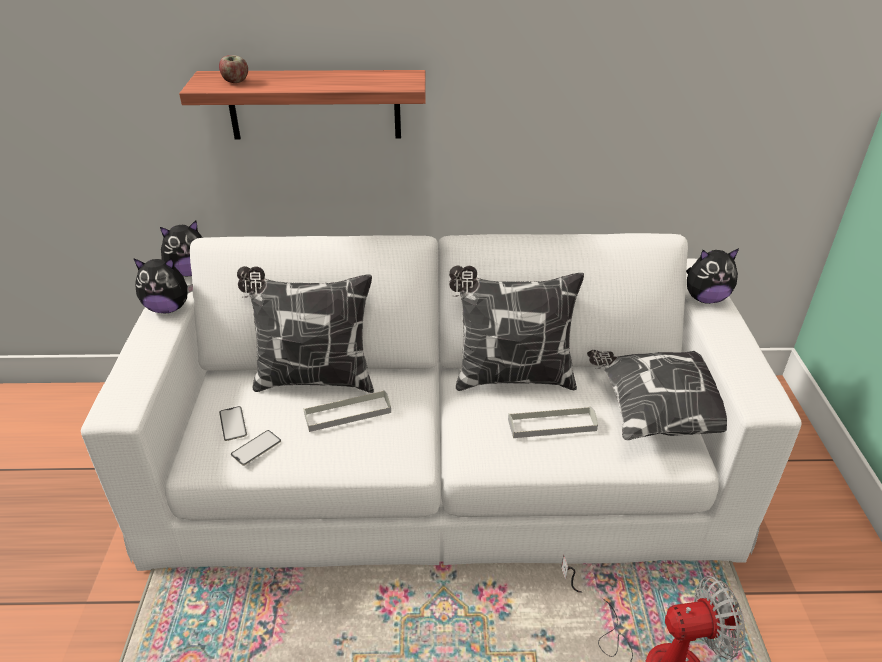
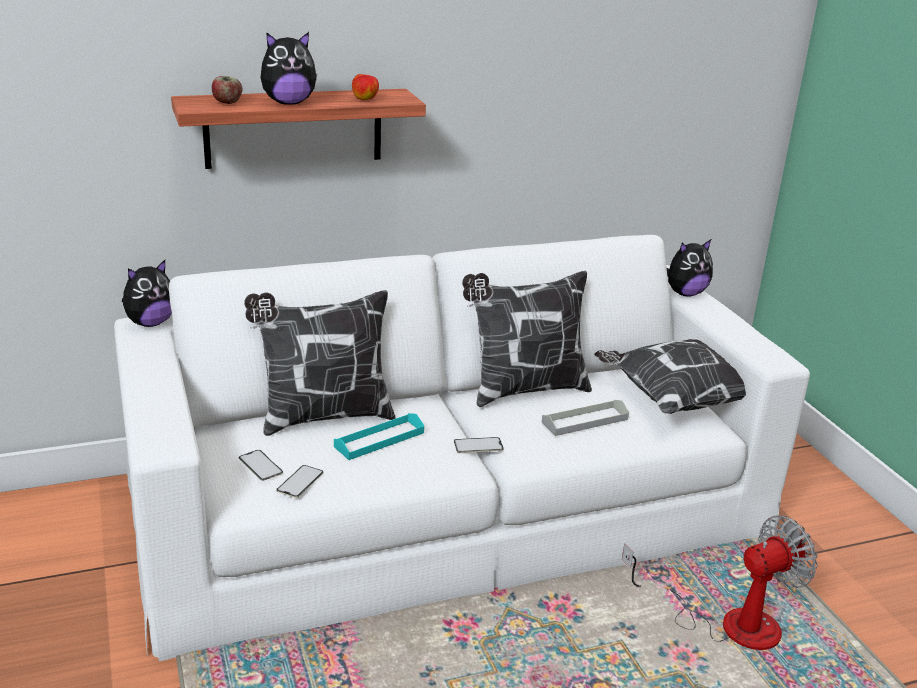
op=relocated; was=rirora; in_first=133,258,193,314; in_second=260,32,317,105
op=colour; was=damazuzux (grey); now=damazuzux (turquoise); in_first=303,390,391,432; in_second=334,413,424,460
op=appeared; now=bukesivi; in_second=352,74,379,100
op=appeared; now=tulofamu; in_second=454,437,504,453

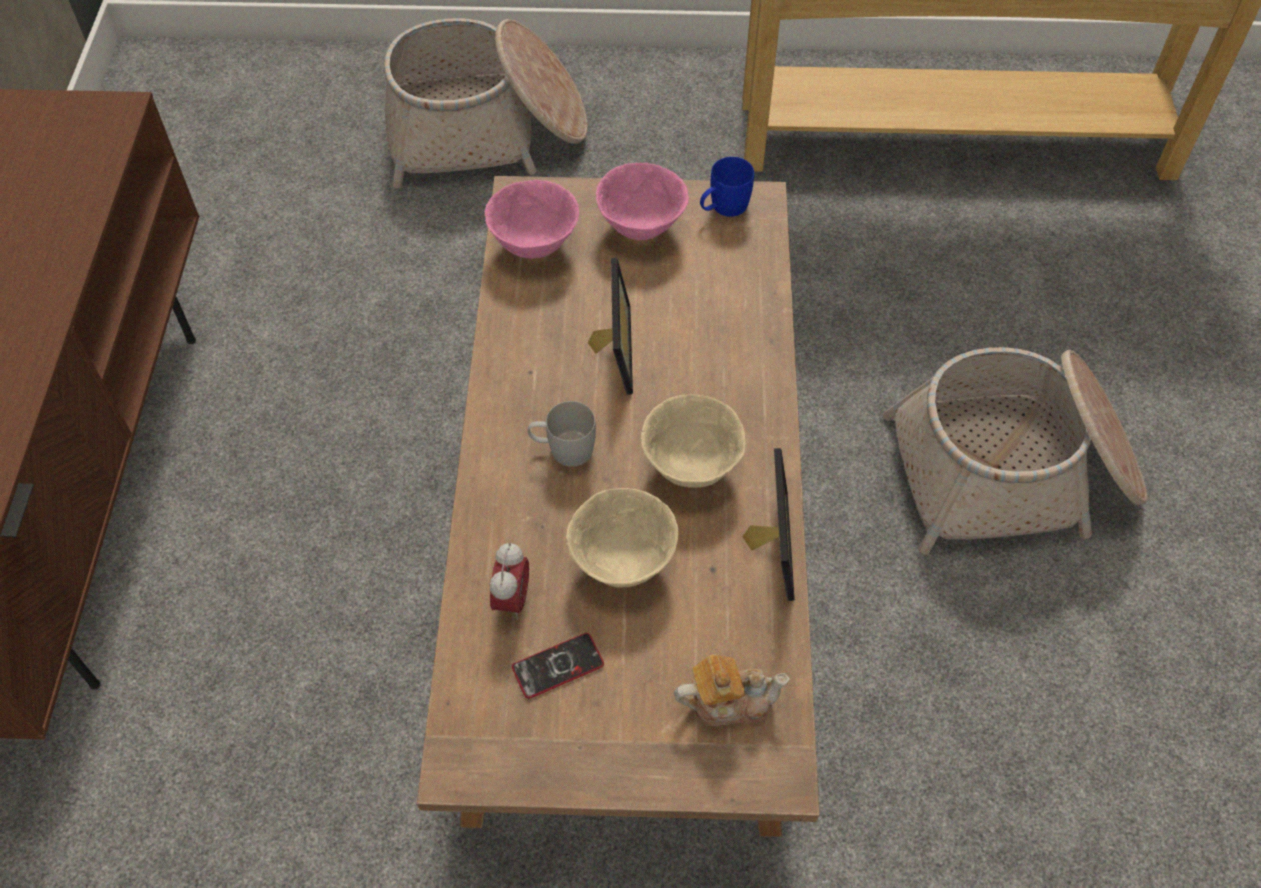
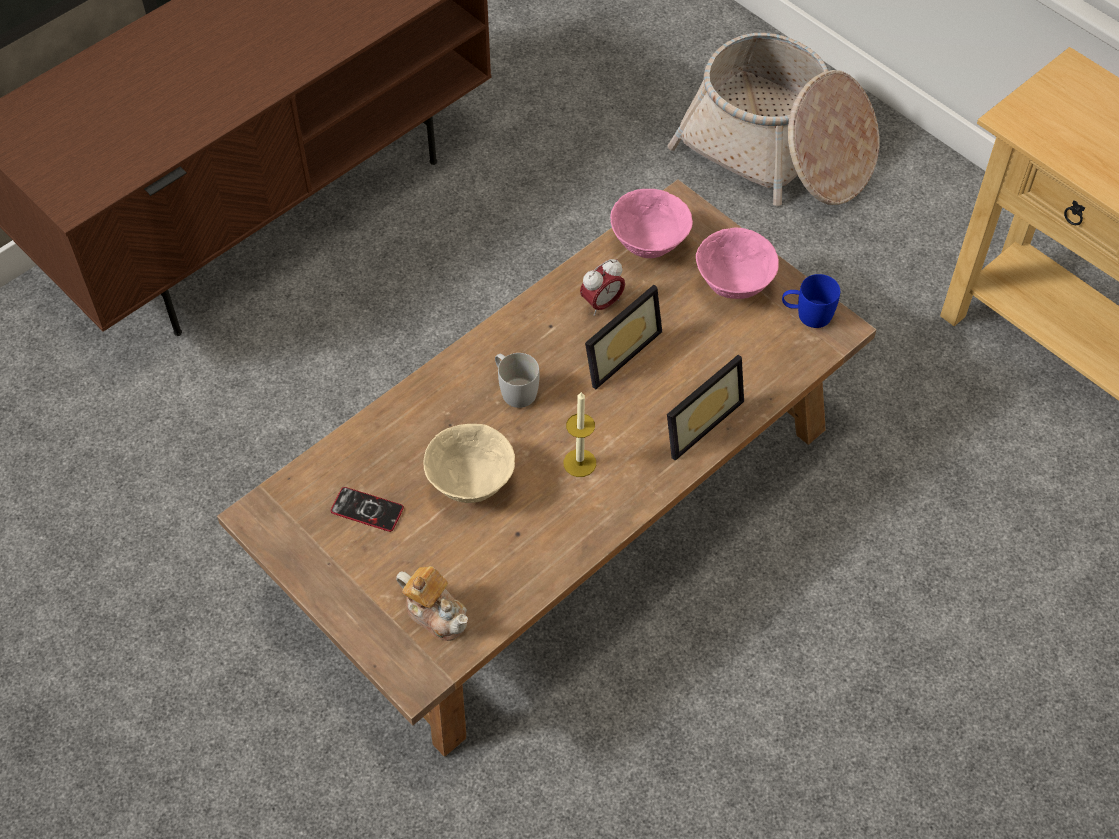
op=missing; was=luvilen; in_first=883,347,1147,555
op=exchanged; was=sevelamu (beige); now=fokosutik; in_first=641,394,746,488; in_second=564,391,596,477
op=relocated; was=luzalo; in_first=742,448,795,601; in_second=667,355,744,460
op=relocated; was=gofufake; in_first=489,543,529,620; in_second=580,259,625,316

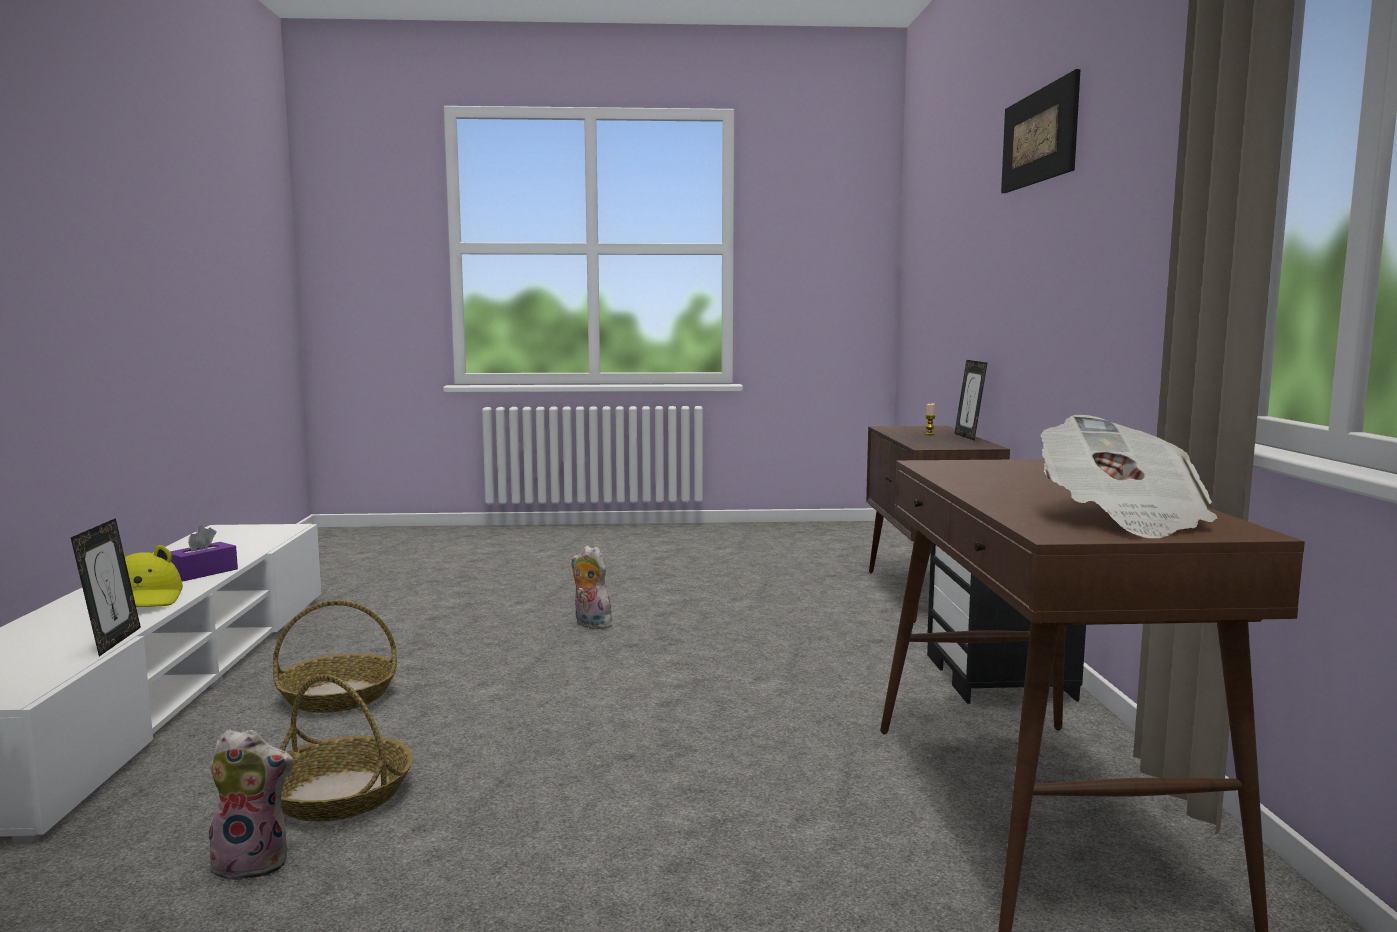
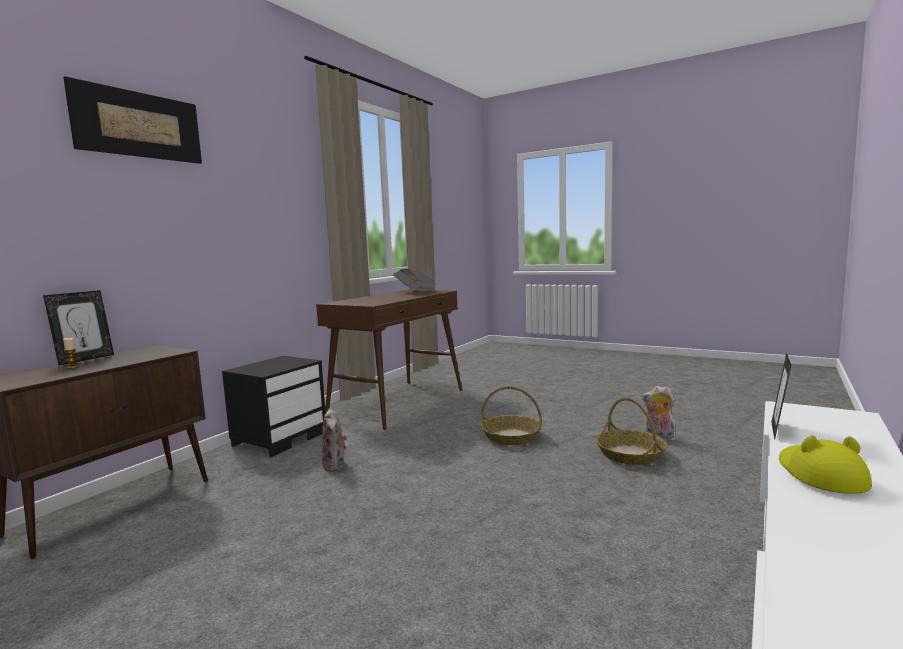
op=missing; was=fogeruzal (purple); in_first=170,526,238,581
op=relocated; was=rirora; in_first=571,546,612,629; in_second=322,408,347,472
op=relocated; was=luvilen; in_first=273,600,397,713; in_second=480,386,542,445

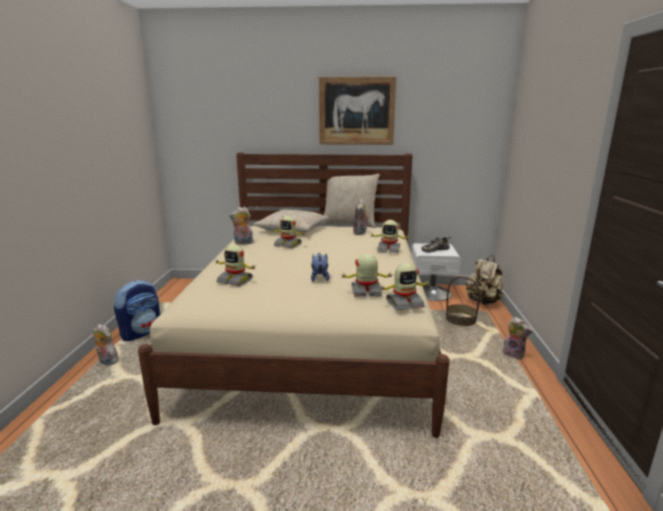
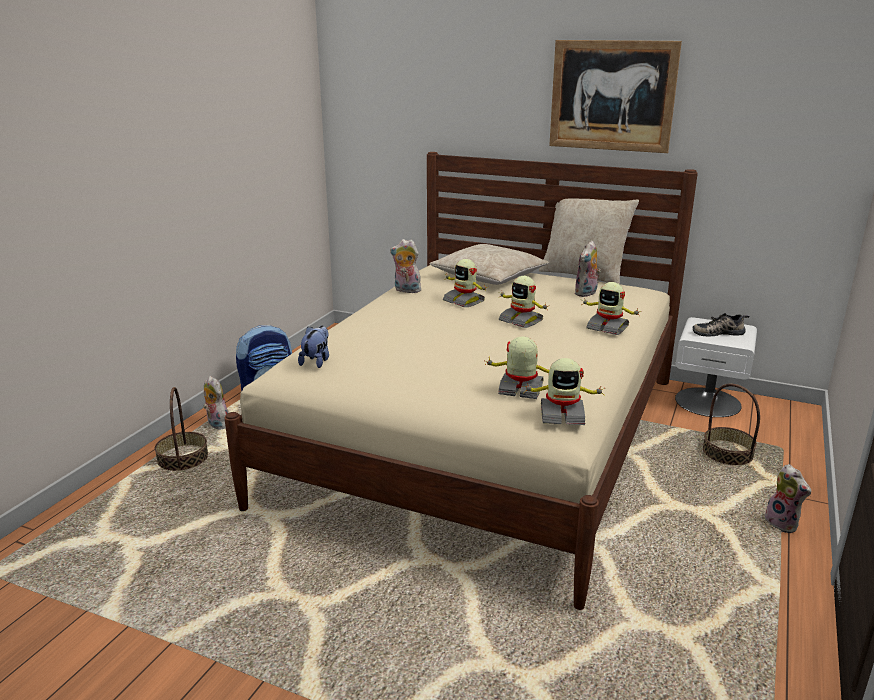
op=relocated; was=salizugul; in_first=215,244,256,286; in_second=499,276,550,328
op=relocated; was=rirora; in_first=311,253,329,282; in_second=298,325,329,368
op=missing; was=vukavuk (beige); in_first=466,257,503,305
op=appeared; now=luvilen; in_second=155,387,208,471

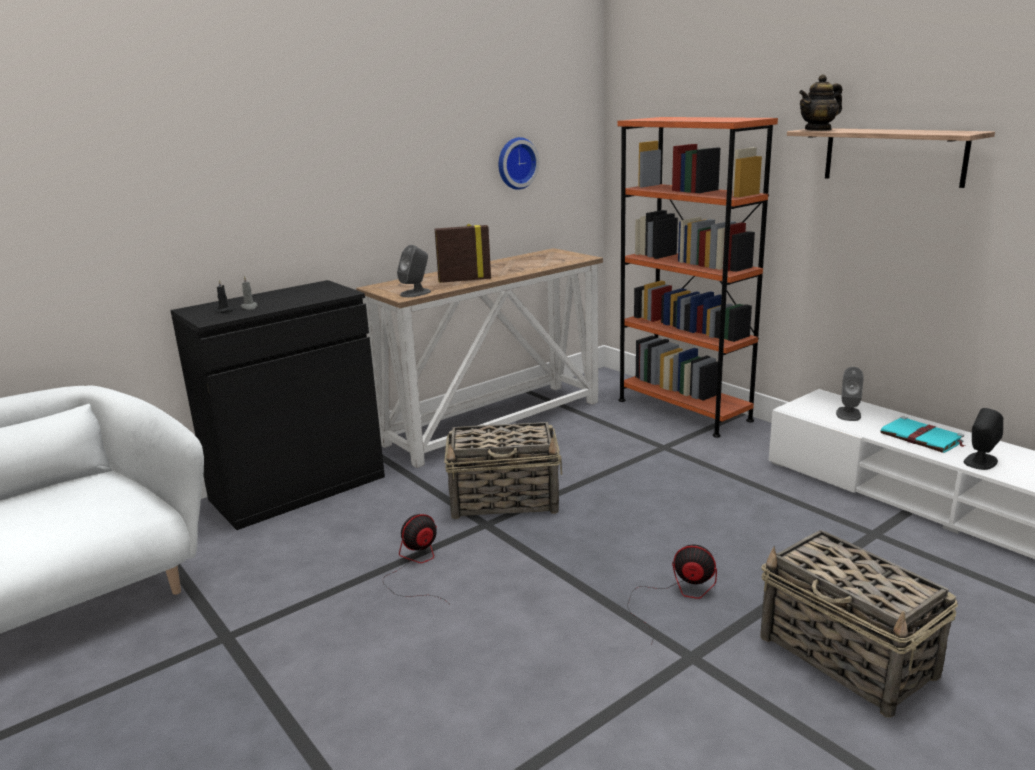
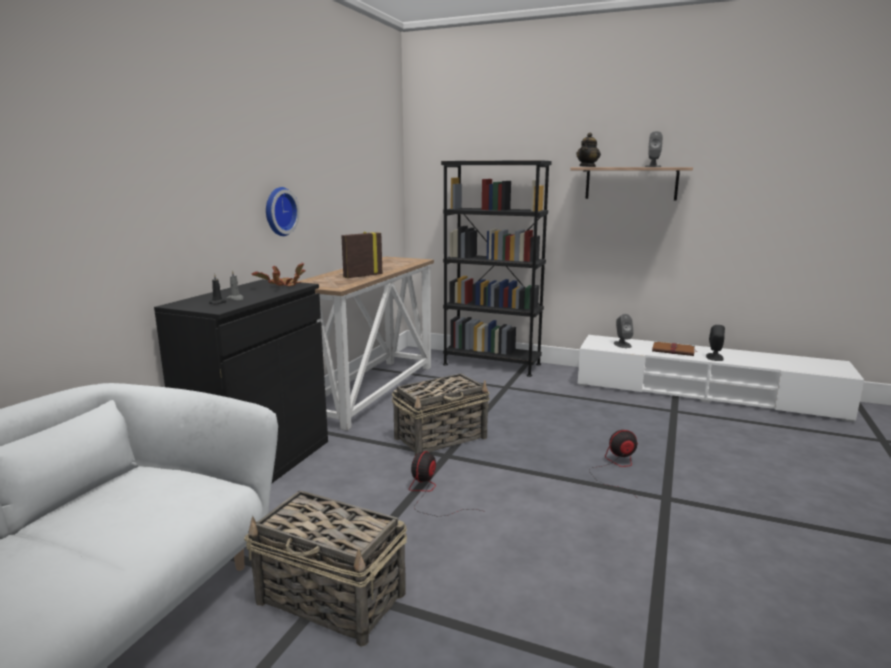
op=colour; was=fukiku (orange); now=fukiku (black); in_first=618,117,778,438; in_second=441,160,552,377
op=relocated; was=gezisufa; in_first=499,137,540,190; in_second=266,187,300,236
op=relocated; was=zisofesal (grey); in_first=397,245,431,297; in_second=645,131,663,167
op=colour; was=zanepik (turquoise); now=zanepik (brown); in_first=881,416,965,453; in_second=652,341,698,356
op=relocated; was=luvilen; in_first=760,530,958,718; in_second=244,490,407,647
op=appeared; now=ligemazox; in_second=252,263,306,286

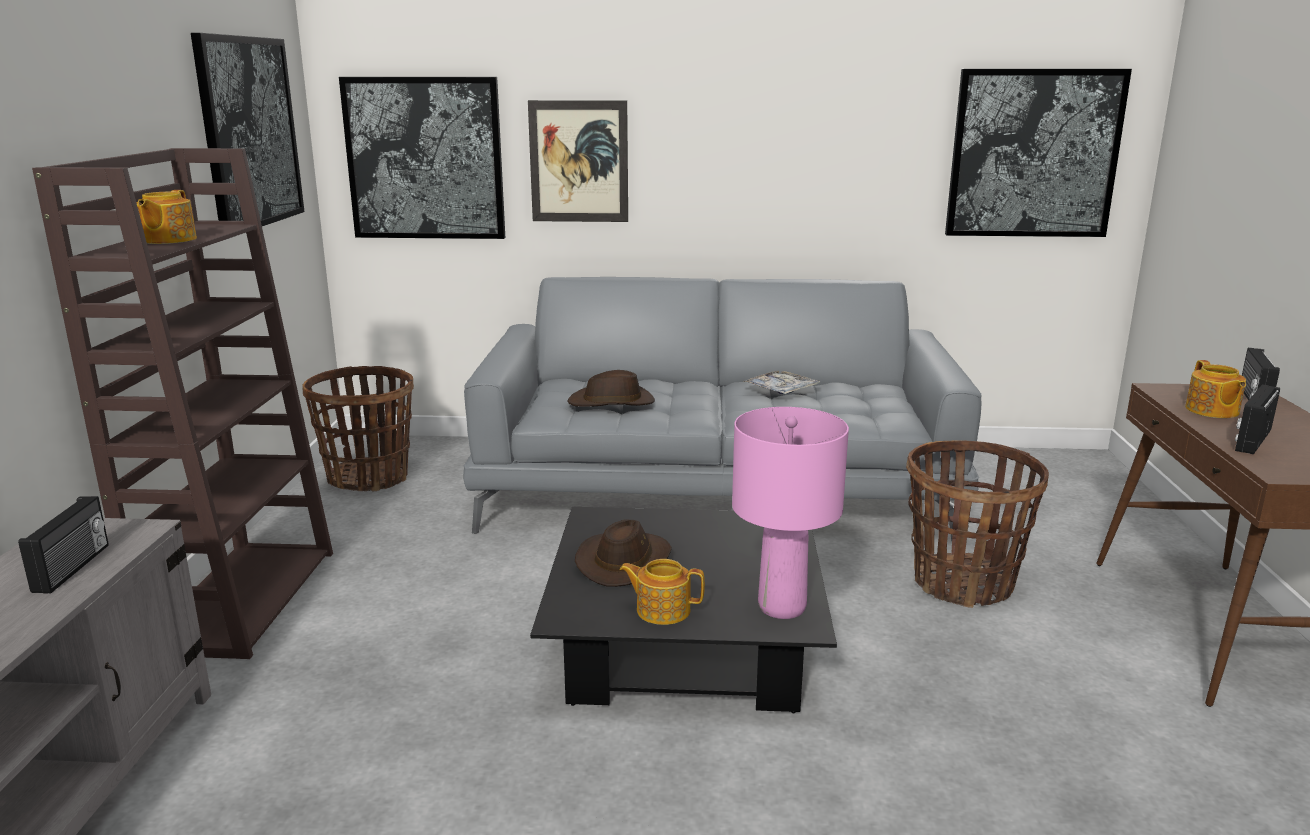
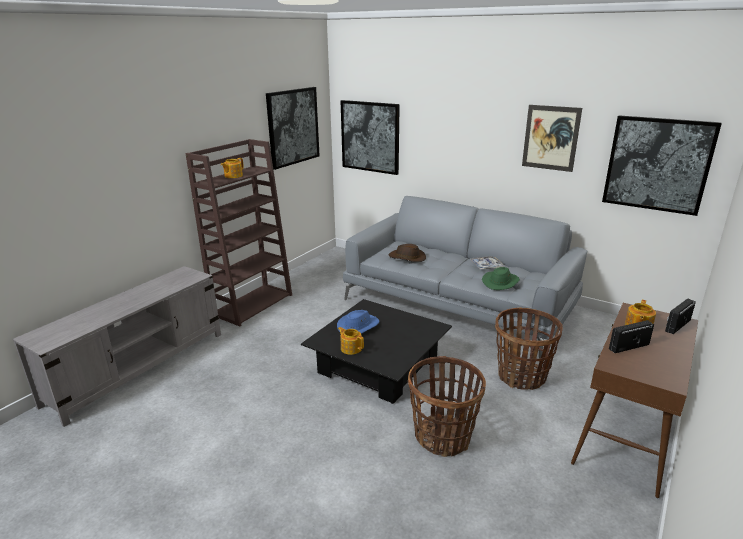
op=relocated; was=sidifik; in_first=528,100,628,222; in_second=522,105,582,172
op=relocated; was=luvilen; in_first=302,366,414,492; in_second=408,356,486,457
op=missing; was=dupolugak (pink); in_first=732,407,849,619
op=missing; was=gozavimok; in_first=18,496,109,594
op=colour; was=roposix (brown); now=roposix (blue); in_first=575,520,672,587; in_second=337,310,379,334
op=appeared; now=roposix (green); in_second=482,267,520,290

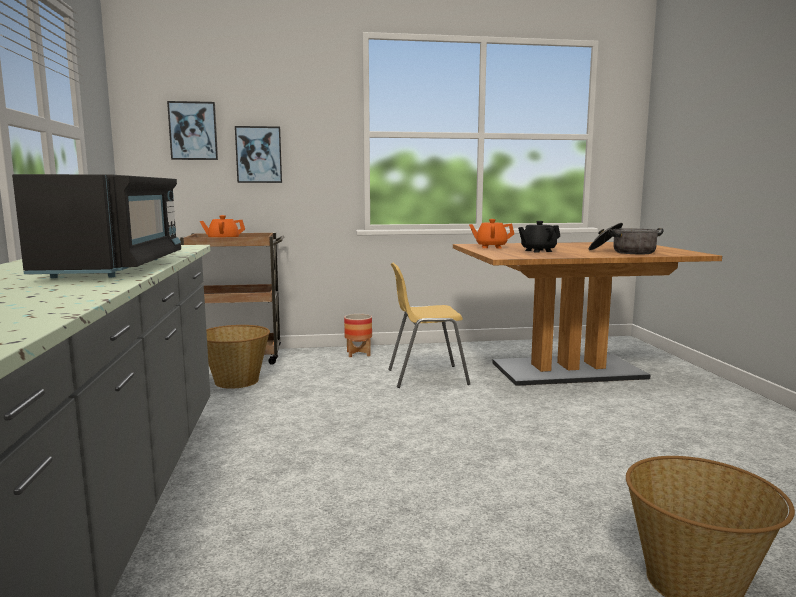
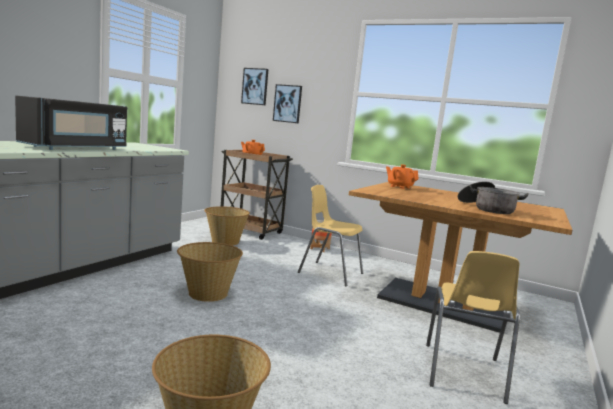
op=missing; was=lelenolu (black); in_first=518,221,560,253
op=appeared; now=luvilen; in_second=177,242,243,302
op=appeared; now=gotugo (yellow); in_second=426,251,520,404

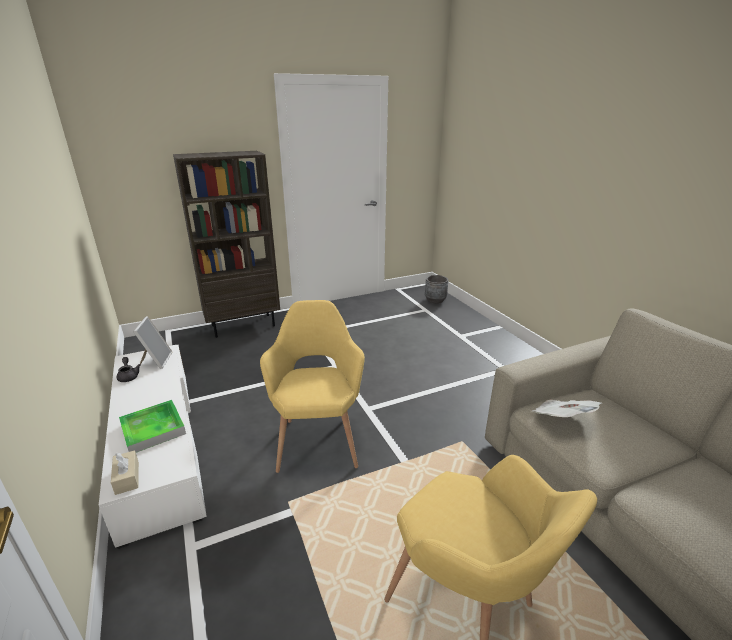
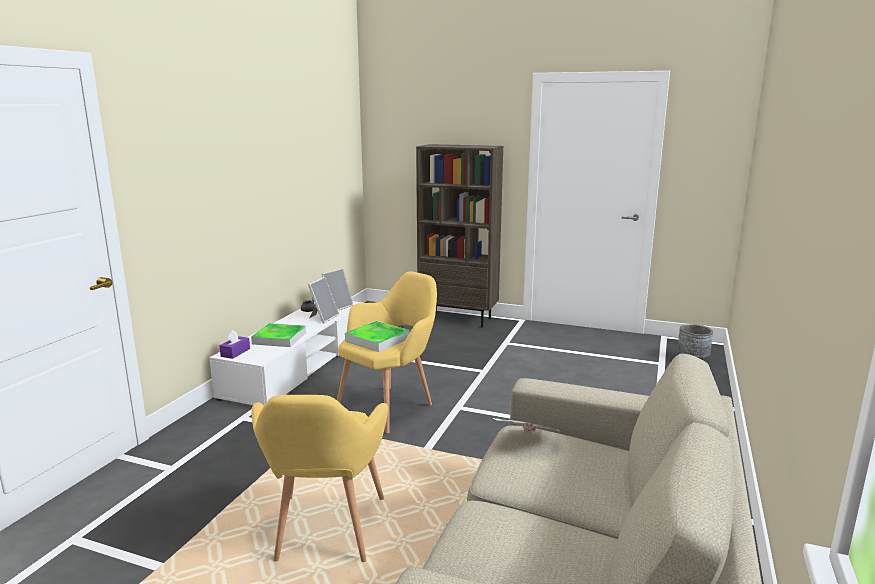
op=colour; was=fogeruzal (beige); now=fogeruzal (purple); in_first=111,450,139,495; in_second=219,330,250,359
op=appeared; now=luzalo; in_second=308,277,339,324
op=appeared; now=damazuzux; in_second=345,321,410,352

